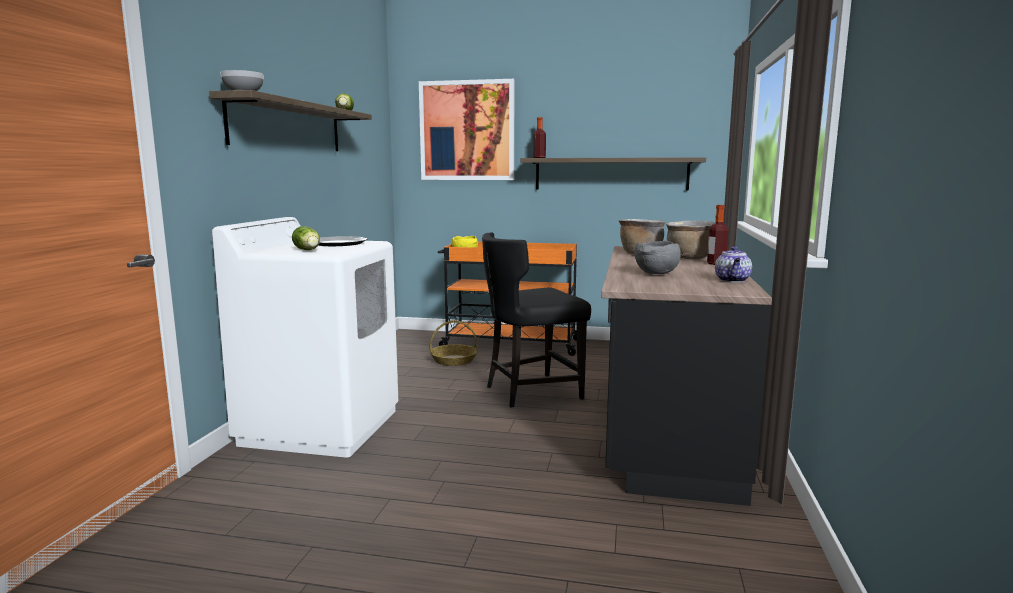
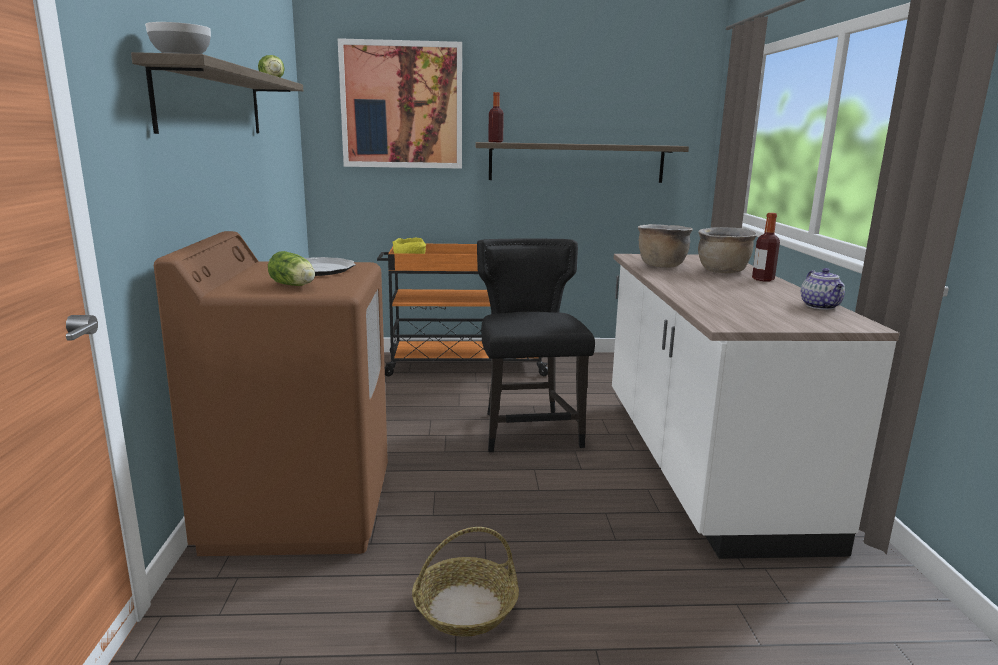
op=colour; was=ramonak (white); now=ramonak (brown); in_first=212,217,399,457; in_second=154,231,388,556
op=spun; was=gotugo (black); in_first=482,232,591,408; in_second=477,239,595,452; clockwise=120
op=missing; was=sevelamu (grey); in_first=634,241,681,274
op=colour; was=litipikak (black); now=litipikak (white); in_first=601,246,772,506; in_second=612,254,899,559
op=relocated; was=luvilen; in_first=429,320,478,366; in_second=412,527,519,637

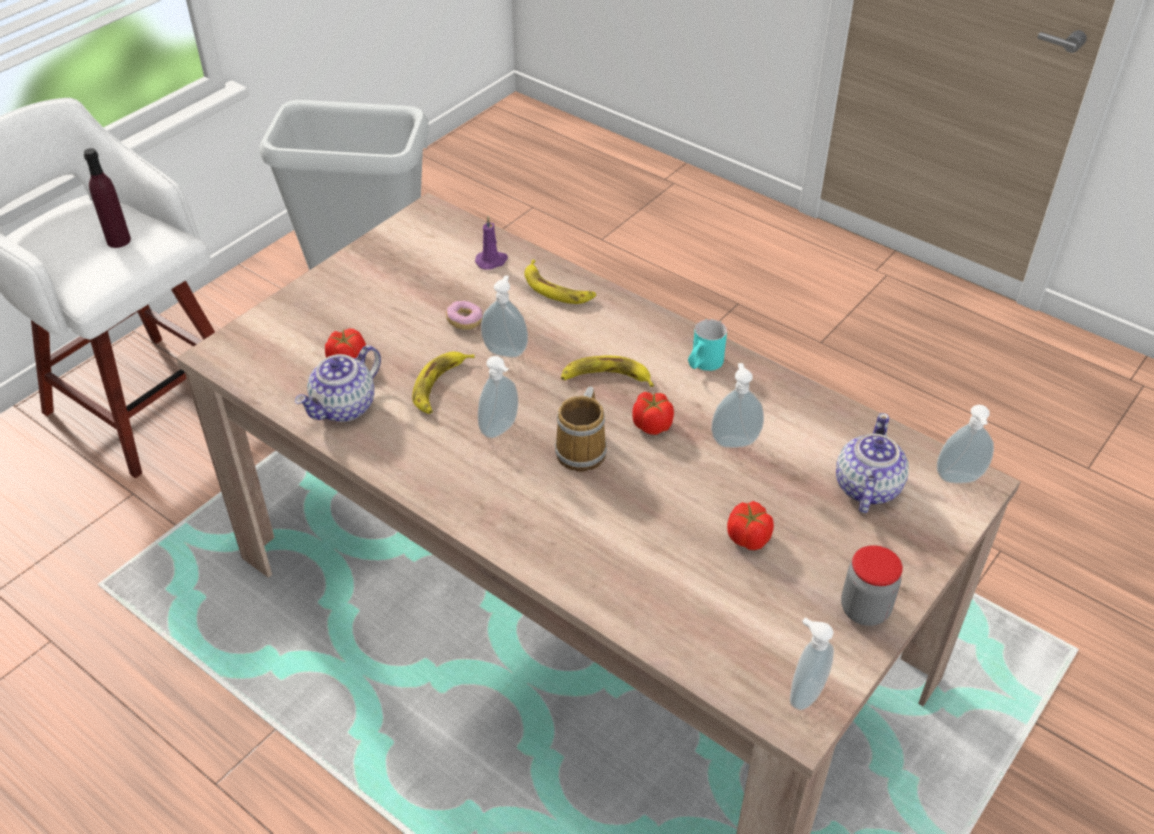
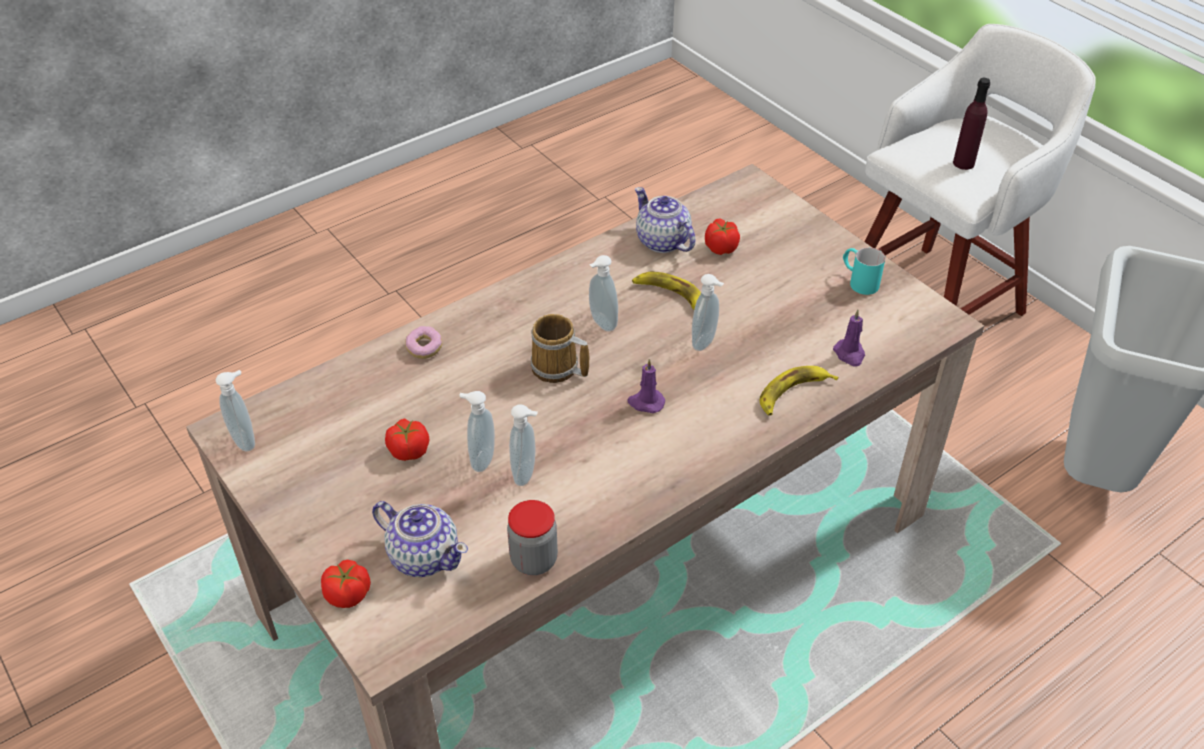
op=relocated; was=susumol; in_first=446,301,483,330; in_second=405,326,442,359
op=relocated; was=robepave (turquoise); in_first=688,319,727,371; in_second=843,247,885,295
op=exchanged; was=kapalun; now=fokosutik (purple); in_first=561,356,654,387; in_second=627,359,665,413
op=relocated; was=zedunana; in_first=632,392,674,435; in_second=321,560,371,608
op=relocated; was=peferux; in_first=937,405,994,483; in_second=459,391,495,472
op=relocated; was=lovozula; in_first=841,545,903,626; in_second=507,500,558,575

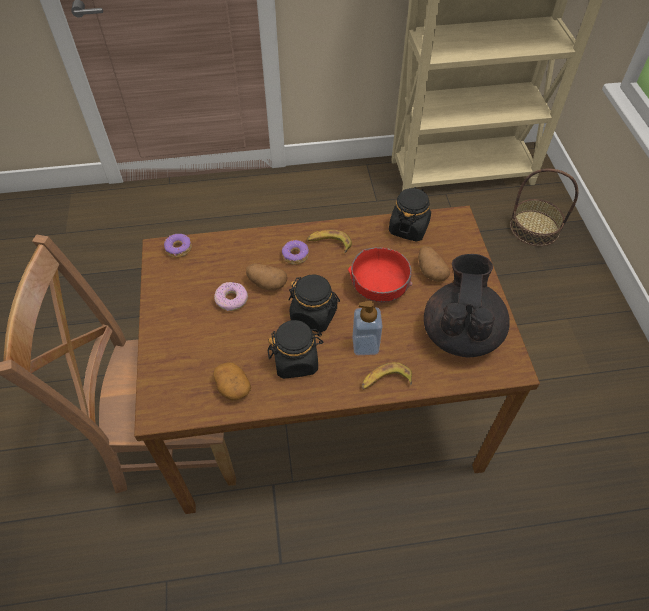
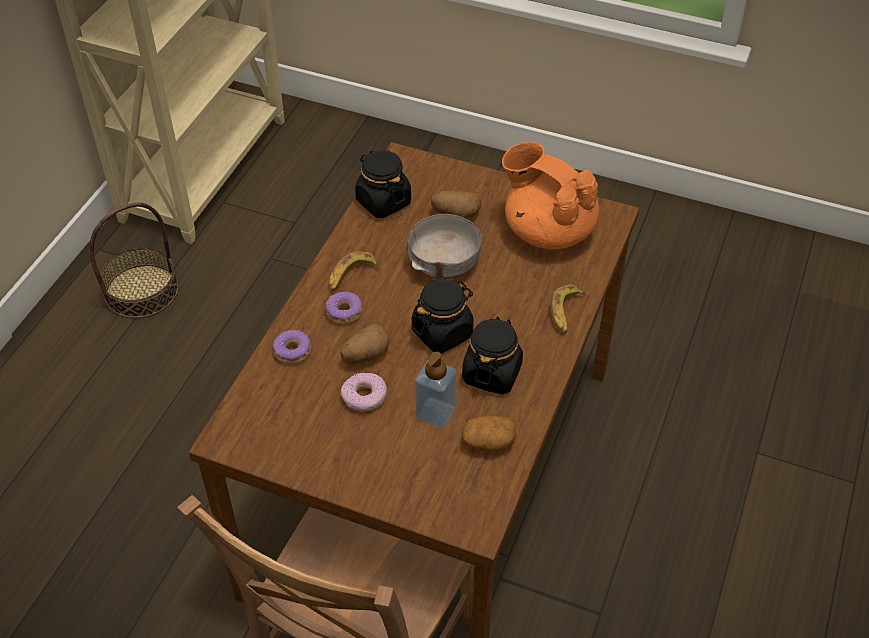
op=relocated; was=luvilen; in_first=510,169,578,246; in_second=90,202,179,318
op=relocated; was=susumol; in_first=164,234,192,258; in_second=273,330,311,364
op=colour; was=sevelamu (red); now=sevelamu (grey); in_first=348,247,412,302; in_second=407,214,482,279
op=colour; was=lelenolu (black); now=lelenolu (orange); in_first=424,254,510,357; in_second=502,142,599,250
op=relocated; was=peferux; in_first=352,301,383,355; in_second=415,352,457,428

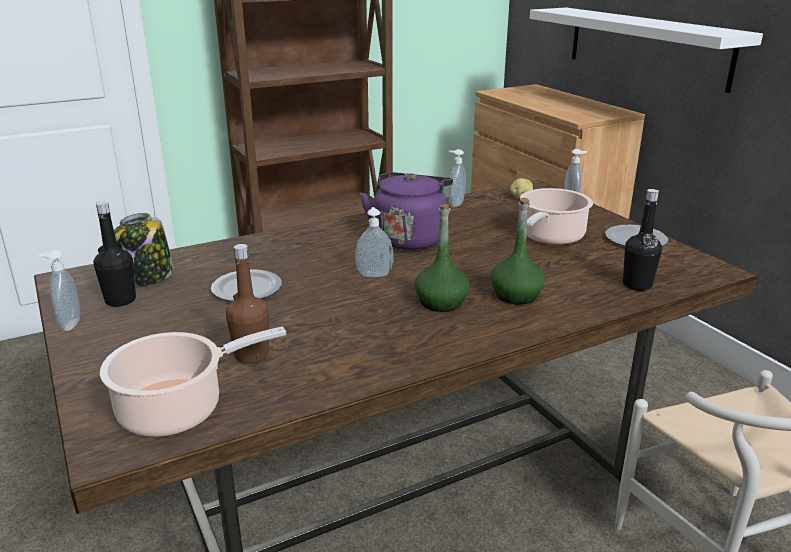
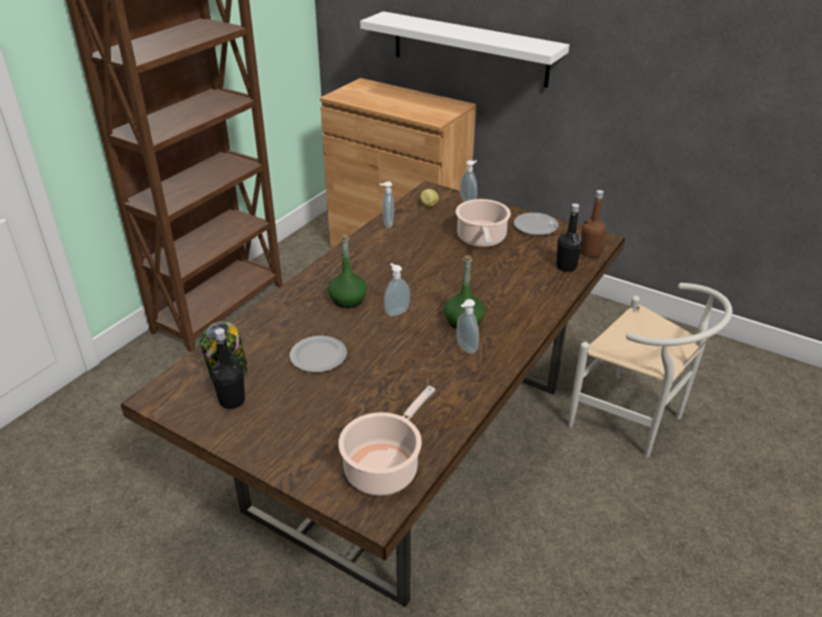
op=missing; was=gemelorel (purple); in_first=360,172,453,250
op=relocated; was=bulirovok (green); in_first=491,197,545,305; in_second=328,234,367,308
op=relocated; was=bulirovok (brown); in_first=226,244,269,364; in_second=581,190,606,257
op=relocated; was=peferux; in_first=39,250,80,331; in_second=456,299,479,354

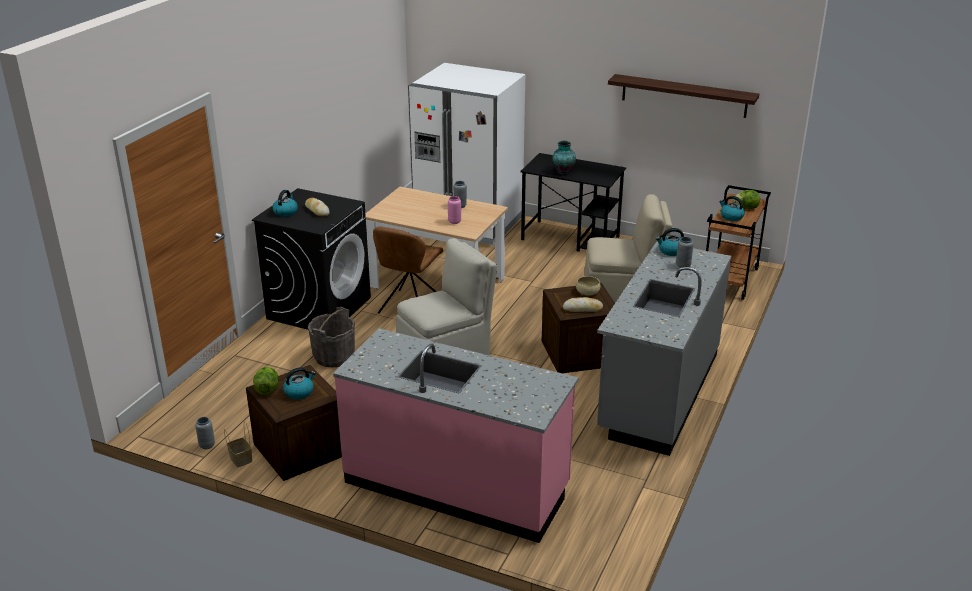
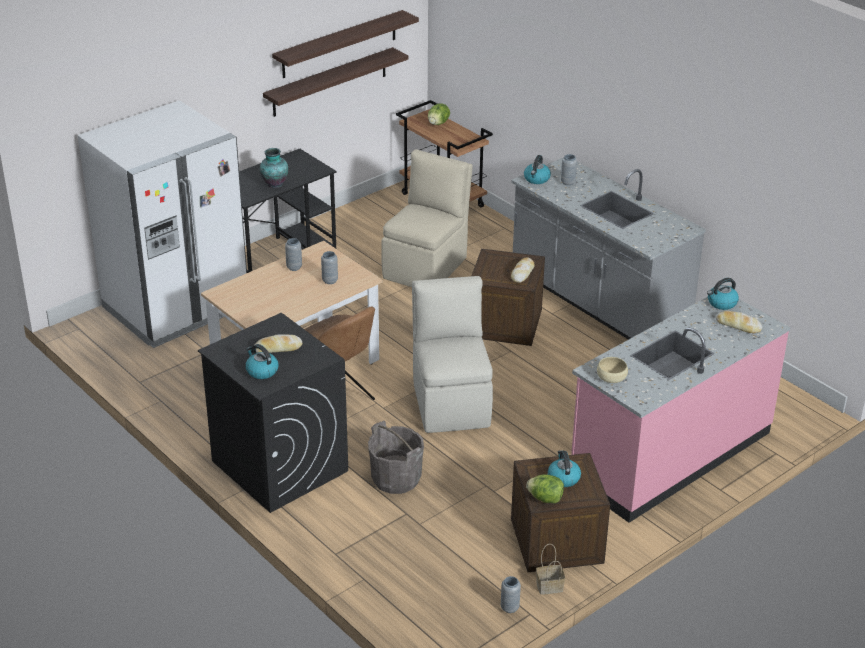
op=colour; was=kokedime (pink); now=kokedime (grey); in_first=448,196,461,224; in_second=321,251,338,284
op=relocated; was=gemelorel; in_first=719,196,745,221; in_second=707,278,739,310
op=relocated; was=sevelamu (beige); in_first=576,276,601,295; in_second=597,357,628,383
op=appeared; now=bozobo; in_second=263,47,408,117
op=appeared; now=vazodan; in_second=716,311,762,333

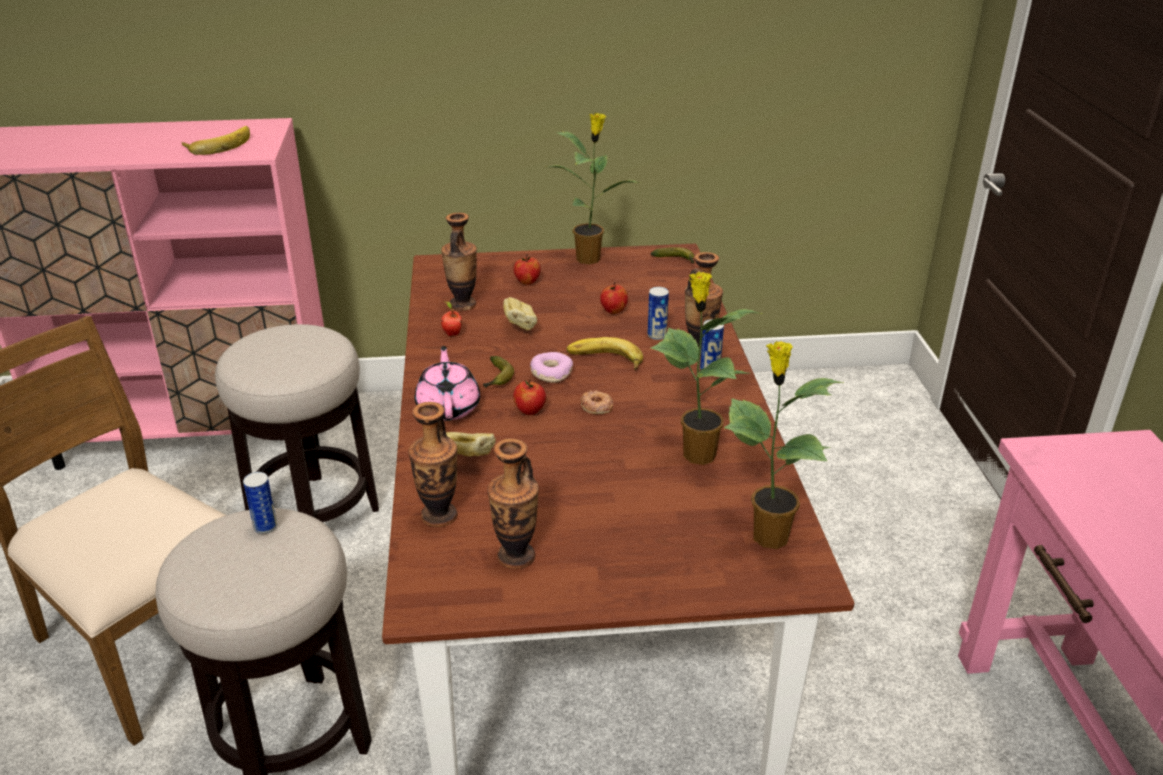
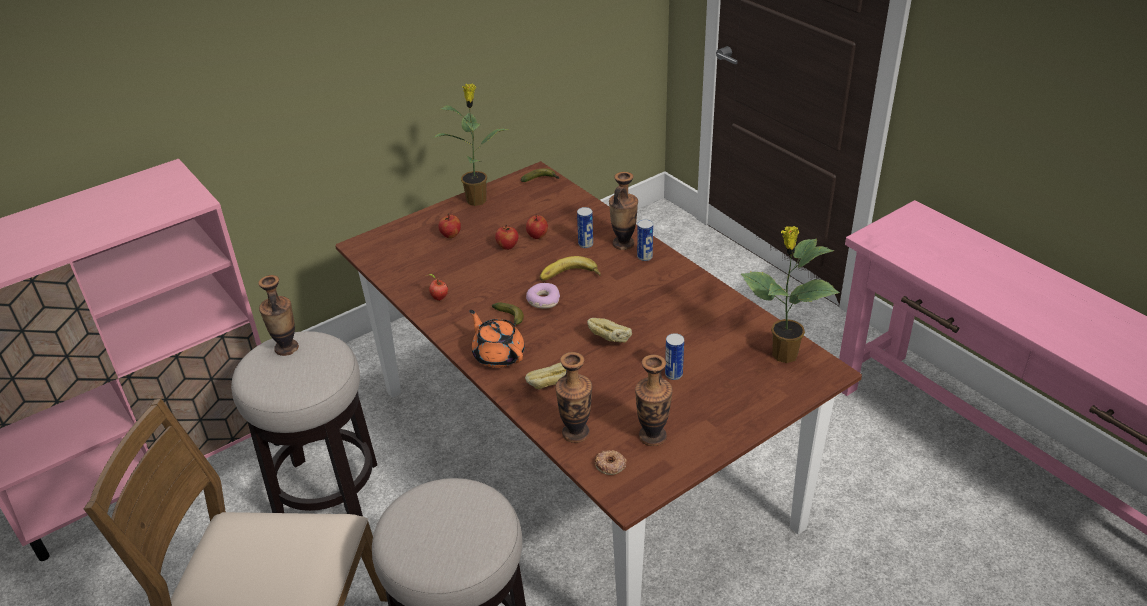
op=missing; was=kapalun; in_first=182,126,250,155
op=relocated; was=kokedime; in_first=441,213,477,311; in_second=258,275,299,356
op=missing; was=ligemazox; in_first=651,272,763,465
op=relocated; was=vazodan; in_first=503,297,537,331; in_second=587,318,632,343
op=colour; was=lelenolu (pink); now=lelenolu (orange); in_first=415,346,480,421; in_second=469,310,525,368
op=relocated; was=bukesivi; in_first=513,379,546,415; in_second=495,225,519,250
op=relocated; was=susumol; in_first=581,390,613,414; in_second=595,450,626,475
op=relocated; was=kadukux; in_first=243,472,277,534; in_second=665,333,684,380

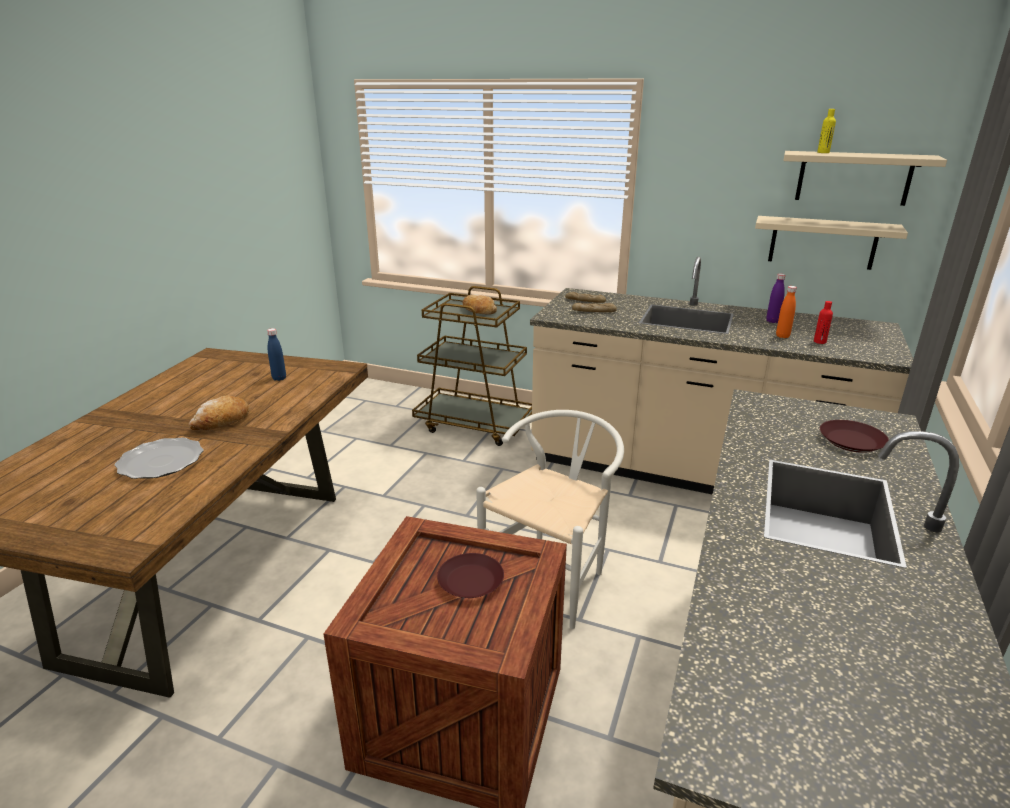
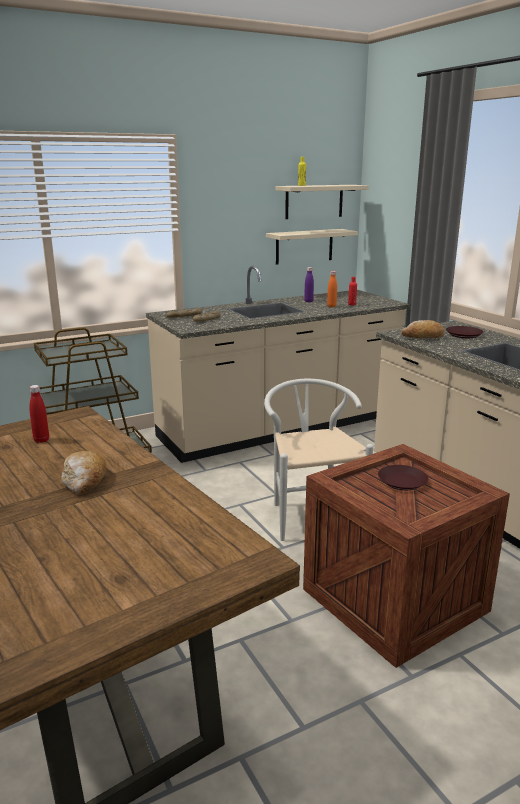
op=relocated; was=vazodan; in_first=463,294,497,315; in_second=401,320,445,338
op=colour; was=bulirovok (blue); now=bulirovok (red); in_first=267,328,286,381; in_second=29,385,49,443
op=missing; was=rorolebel; in_first=115,438,204,479

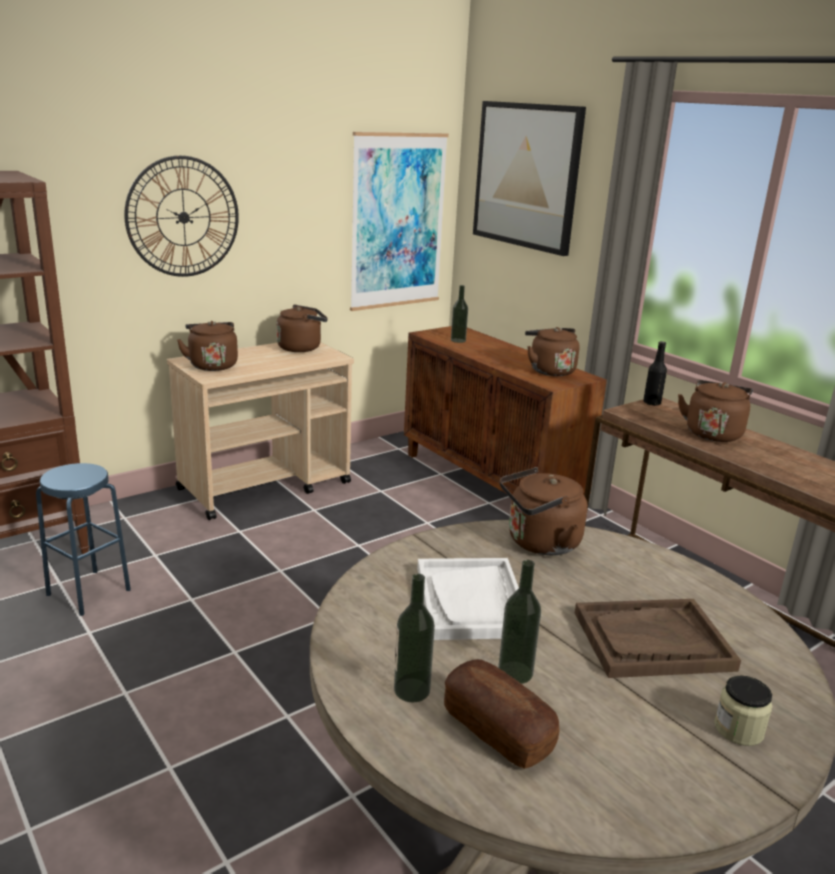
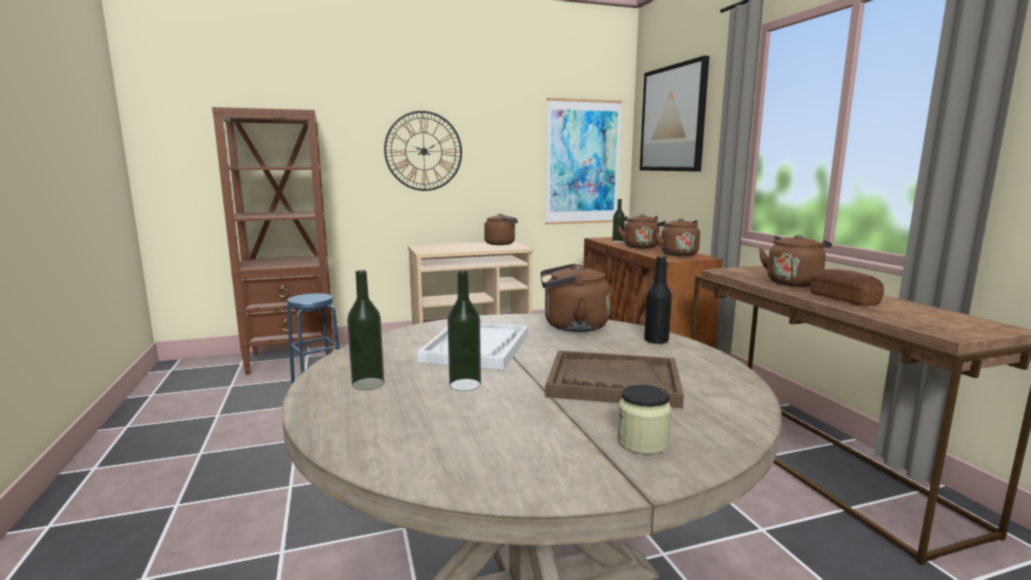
op=relocated; was=gemelorel (brown); in_first=177,321,238,371; in_second=618,214,660,249
op=relocated; was=bulirovok (black); in_first=643,341,667,406; in_second=644,255,672,344
op=relocated; was=vazodan; in_first=444,659,559,769; in_second=810,269,884,306

